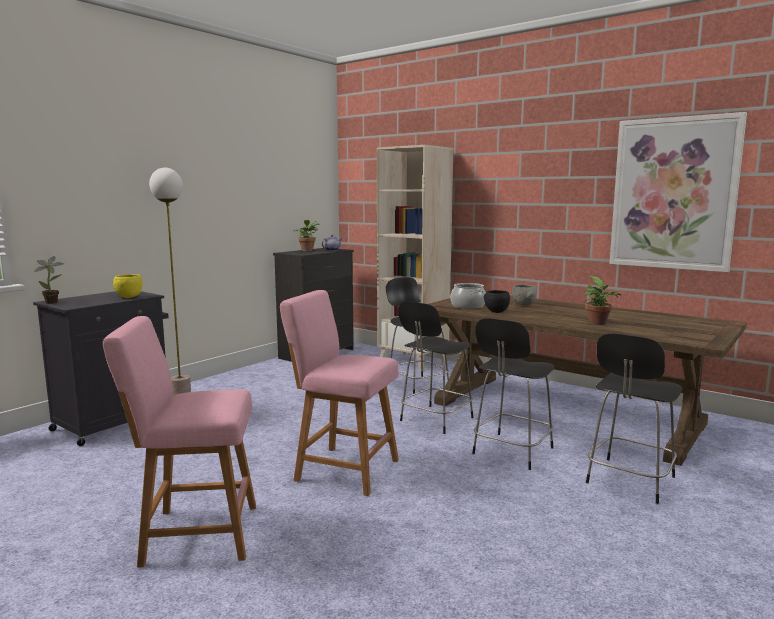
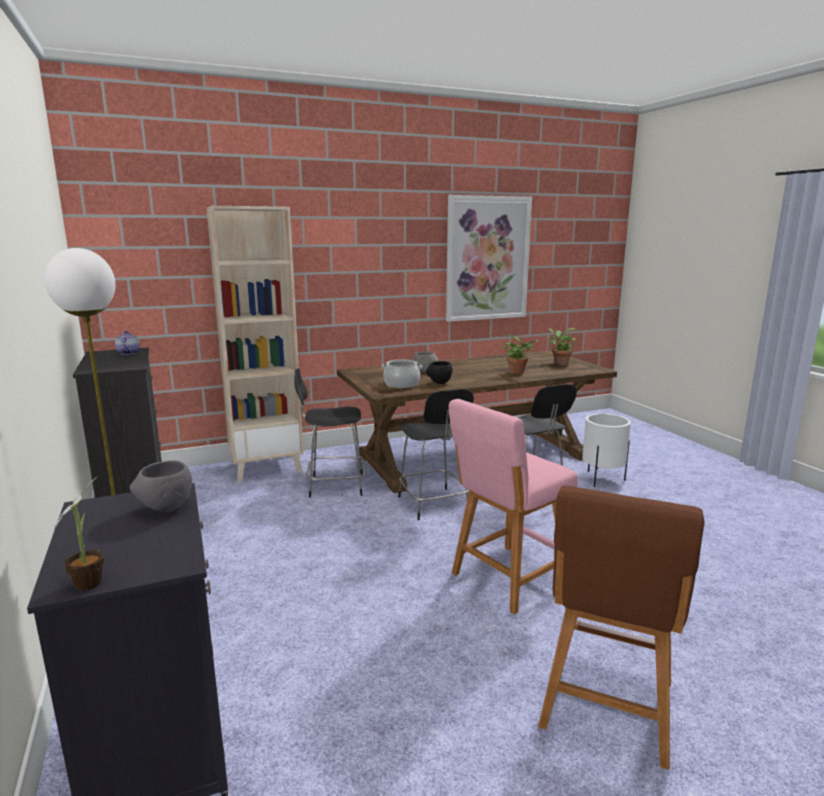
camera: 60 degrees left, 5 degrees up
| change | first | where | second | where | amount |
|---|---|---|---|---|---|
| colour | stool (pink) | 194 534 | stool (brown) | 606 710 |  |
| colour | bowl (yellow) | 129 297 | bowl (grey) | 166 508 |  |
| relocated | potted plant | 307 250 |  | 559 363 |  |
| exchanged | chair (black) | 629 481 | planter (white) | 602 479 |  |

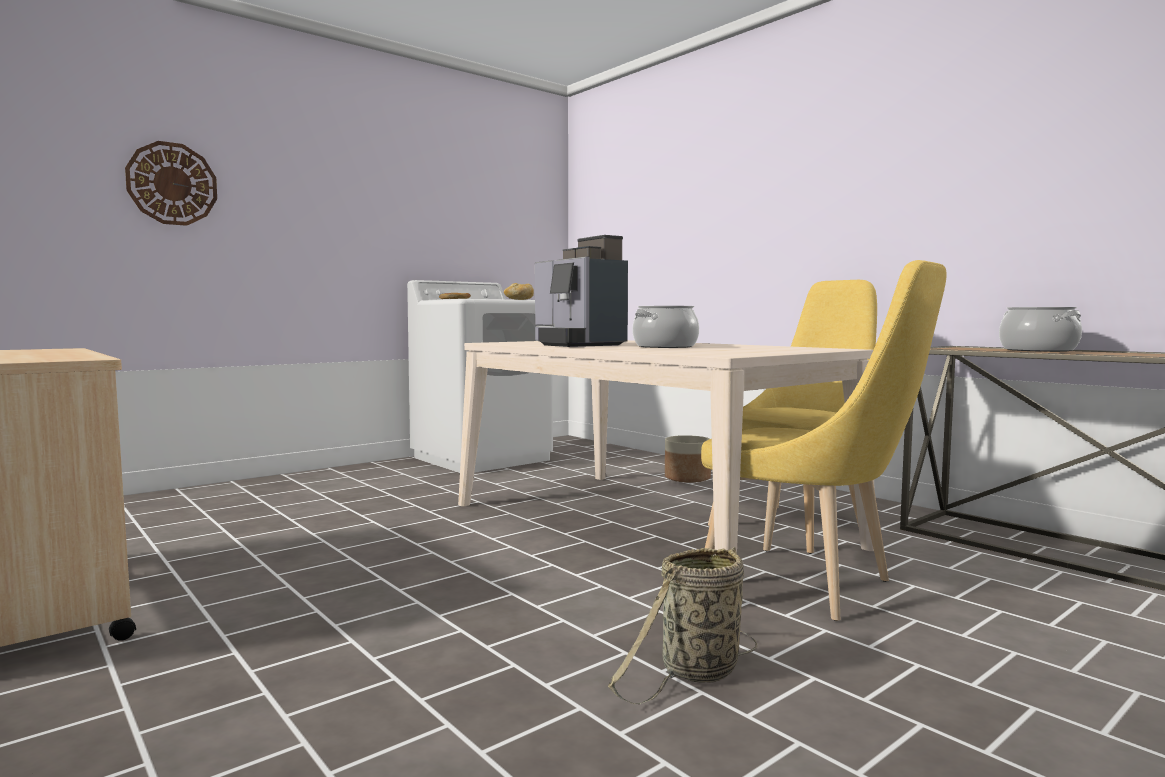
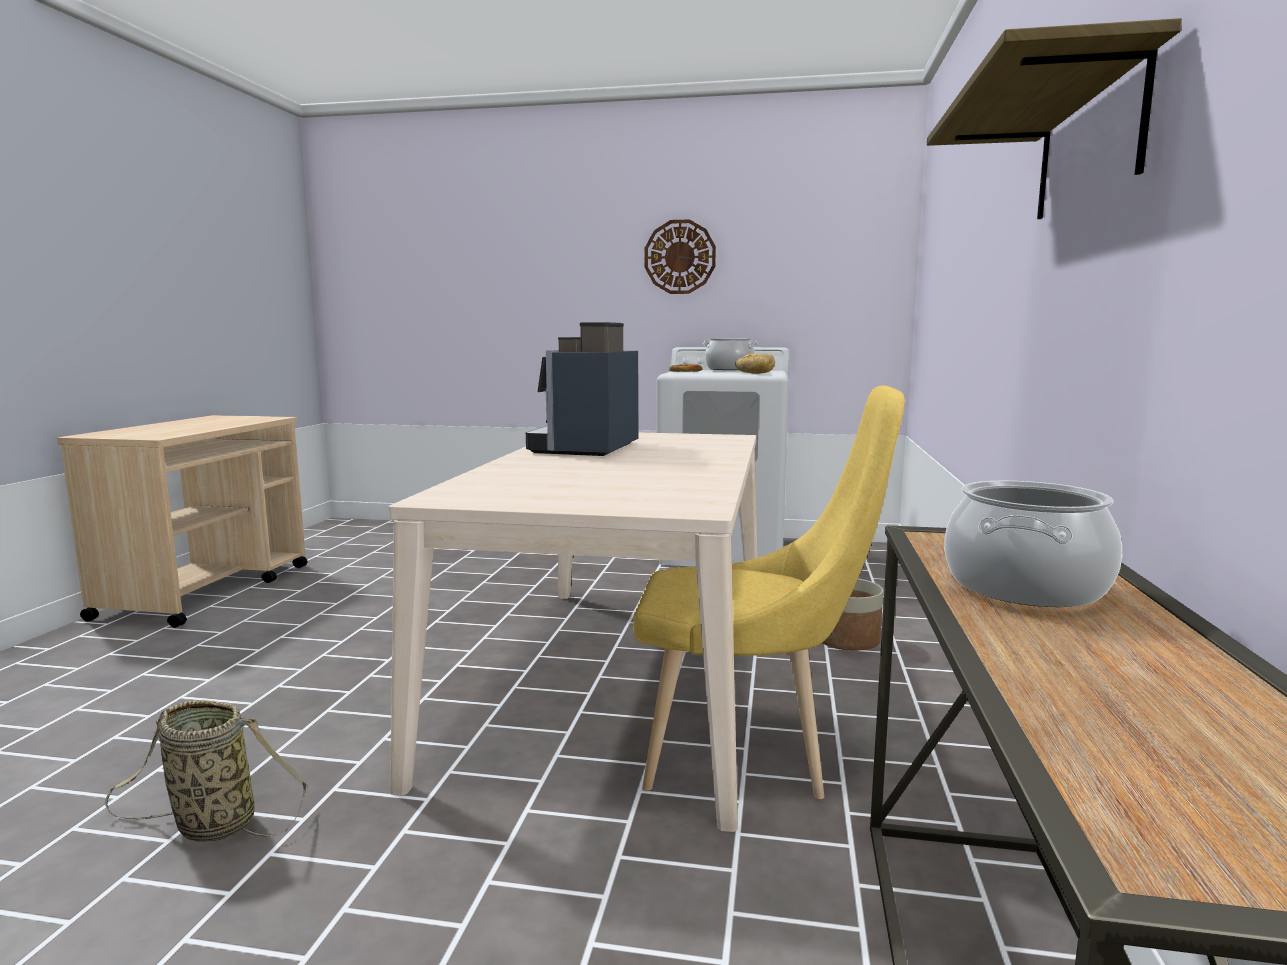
camera: 50 degrees right, 5 degrees up
| change | first | where | second | where | amount |
|---|---|---|---|---|---|
| relocated | wall clock | 172 184 |  | 680 257 |  |
| relocated | cooking pot | 665 346 |  | 729 369 |  |
| missing | chair (yellow) | 808 586 |  |  |  |
| appeared |  |  | shelf | 1088 144 |  |

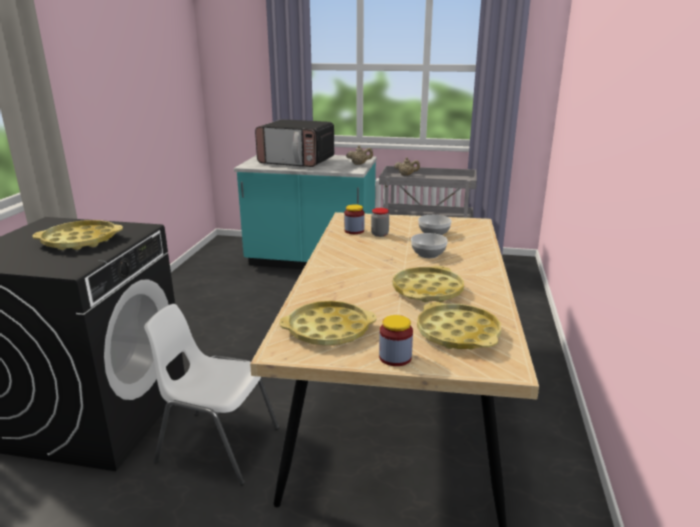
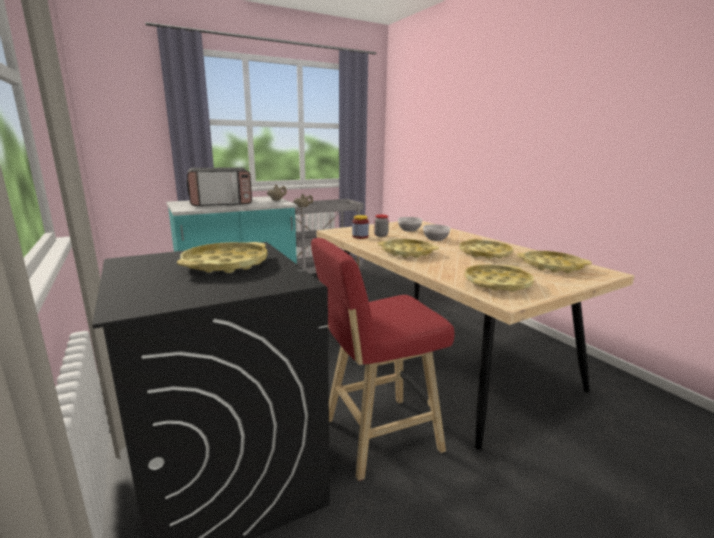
camera: 40 degrees left, 5 degrees down
| change | first | where | second | where | amount |
|---|---|---|---|---|---|
| exchanged | chair (white) | 217 445 | stool (red) | 376 436 |  |
| missing | jar | 395 357 |  |  |  |
| appeared |  |  | tray (yellow) | 407 252 |  |

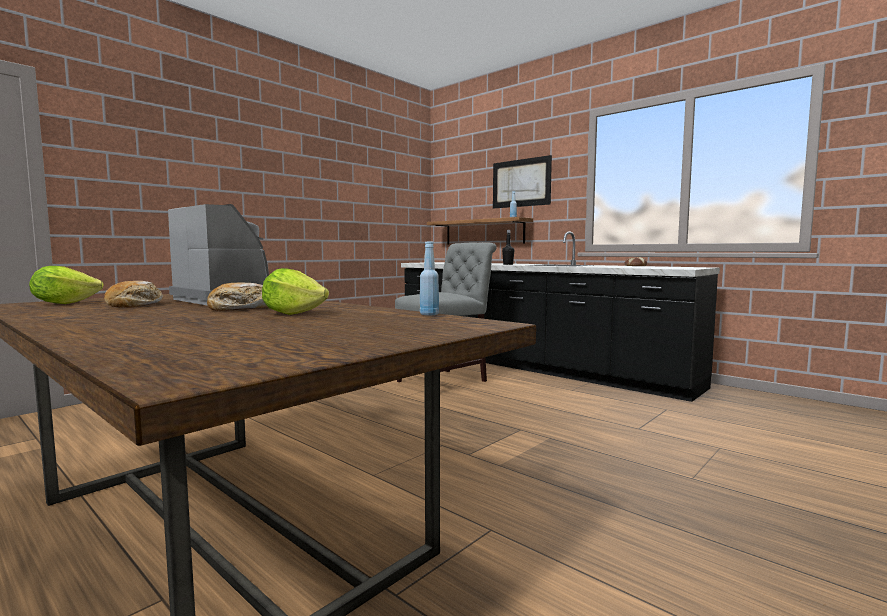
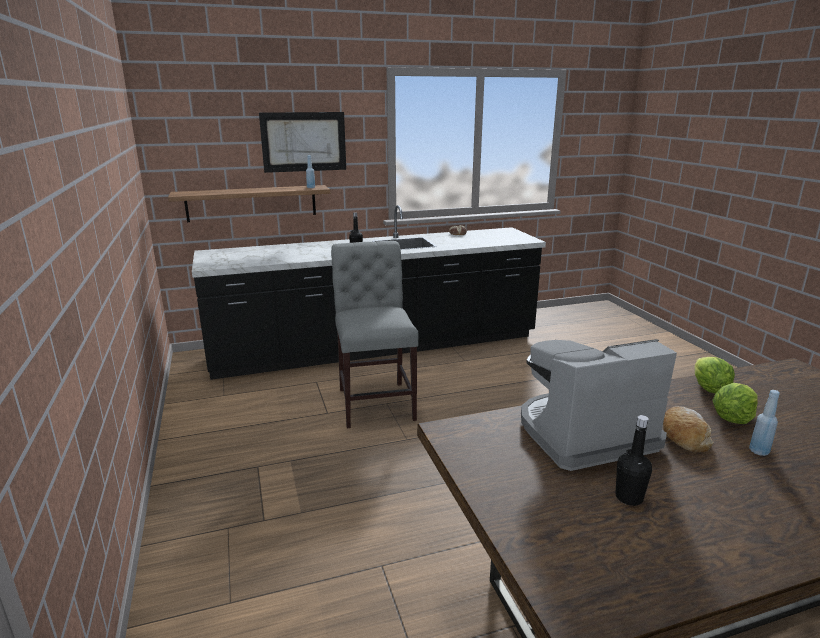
camera: 60 degrees left, 15 degrees up
| change | first | where | second | where | amount |
|---|---|---|---|---|---|
| relocated | lettuce | 64 303 |  | 708 389 |  |
| exchanged | bread | 136 305 | bottle (black) | 629 497 |  |
| relocated | bottle (blue) | 429 314 |  | 758 451 |  |

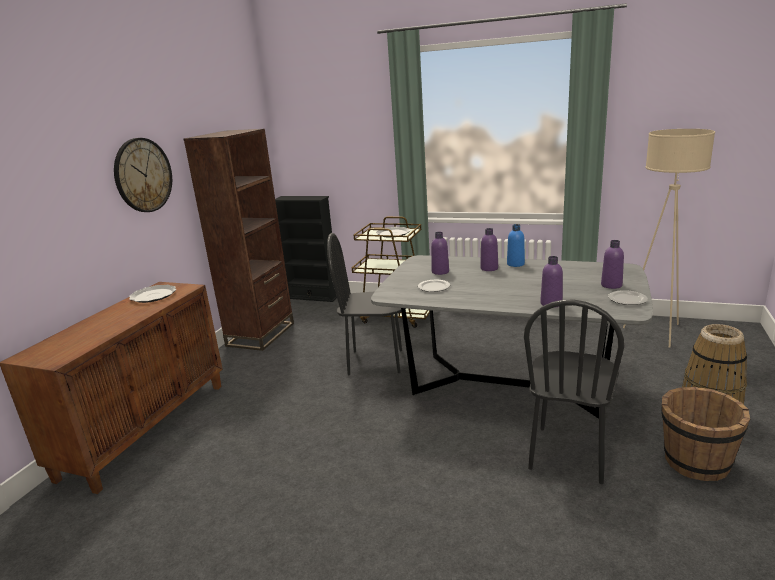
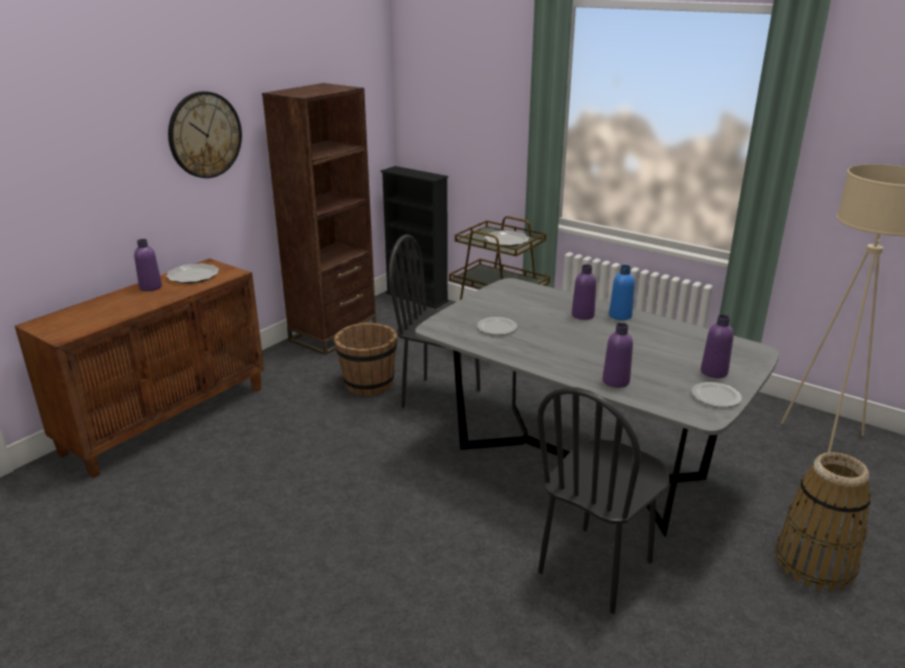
camera: 15 degrees right, 5 degrees up
| change | first | where | second | where | amount |
|---|---|---|---|---|---|
| relocated | bottle (purple) | 440 272 |  | 150 287 |  |
| relocated | bucket (brown) | 695 462 |  | 368 384 |  |

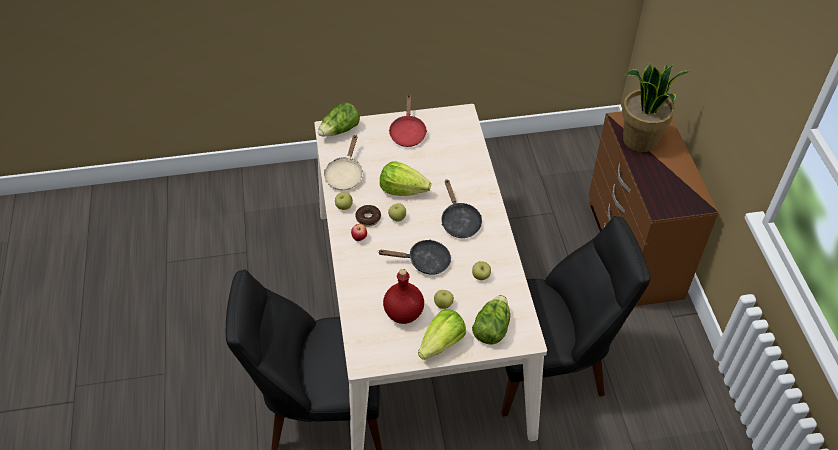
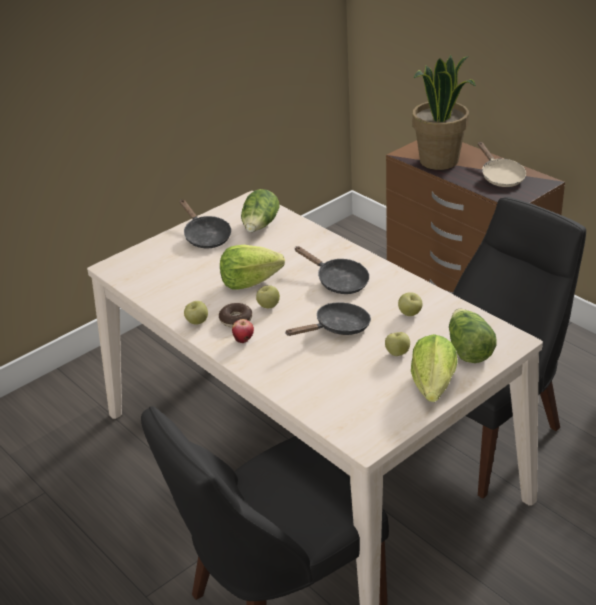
camera: 30 degrees left, 15 degrees down
| change | first | where | second | where | amount |
|---|---|---|---|---|---|
| relocated | lettuce | 340 130 |  | 260 226 |  |
| relocated | frying pan (beige) | 345 175 |  | 500 177 |  |
| missing | bottle (red) | 403 313 |  |  |  |
| colour | frying pan (red) | 407 132 | frying pan (black) | 205 236 |  |

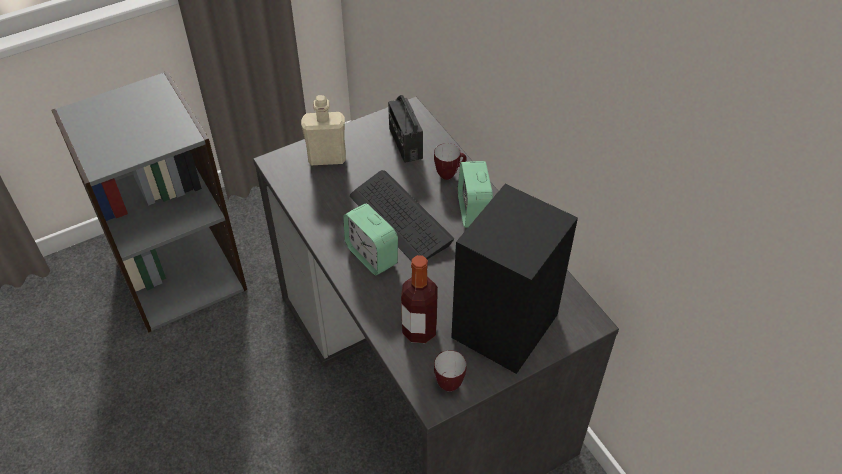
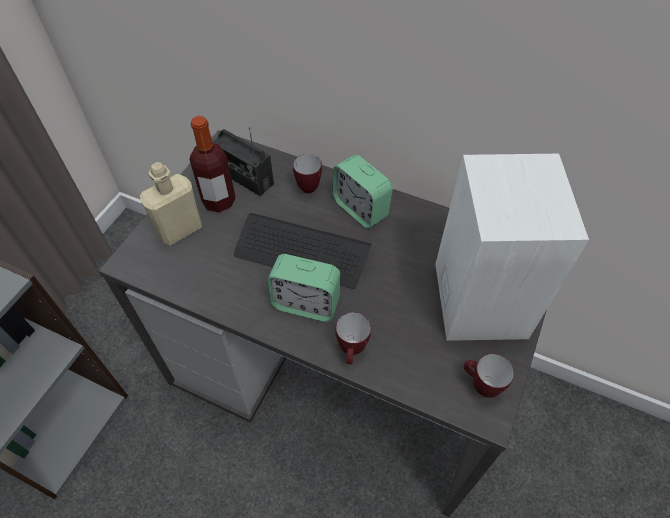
camera: 35 degrees left, 5 degrees up
| change | first | where | second | where | amount |
|---|---|---|---|---|---|
| relocated | bottle | 419 330 |  | 219 201 |  |
| colour | speaker (black) | 506 324 | speaker (white) | 479 297 |  |
| appeared |  |  | mug | 352 352 |  |

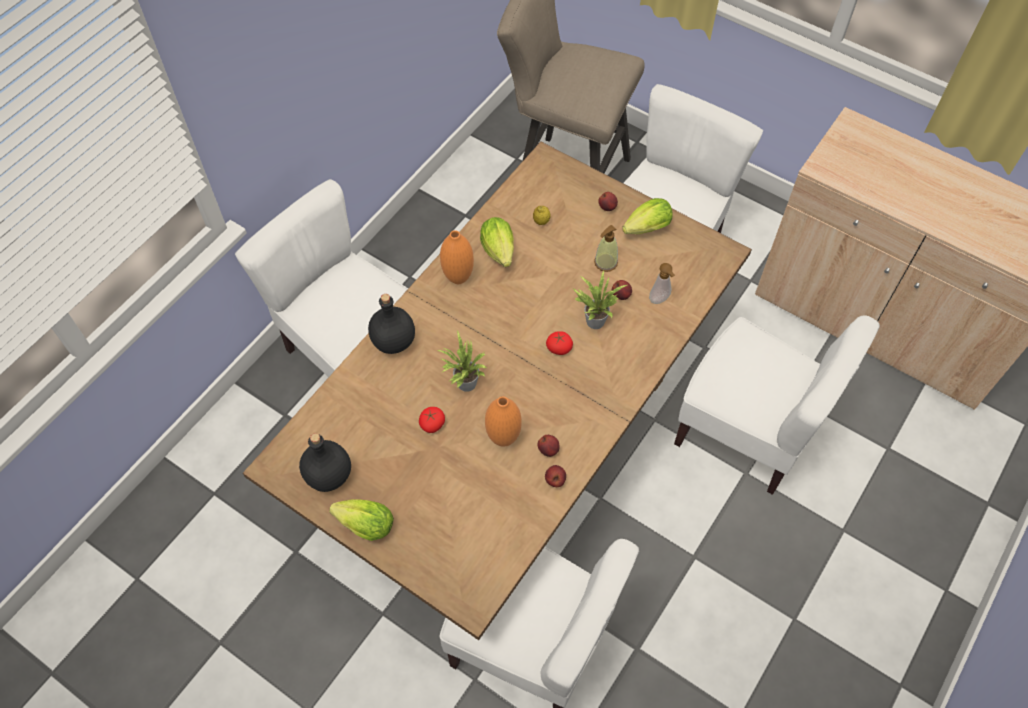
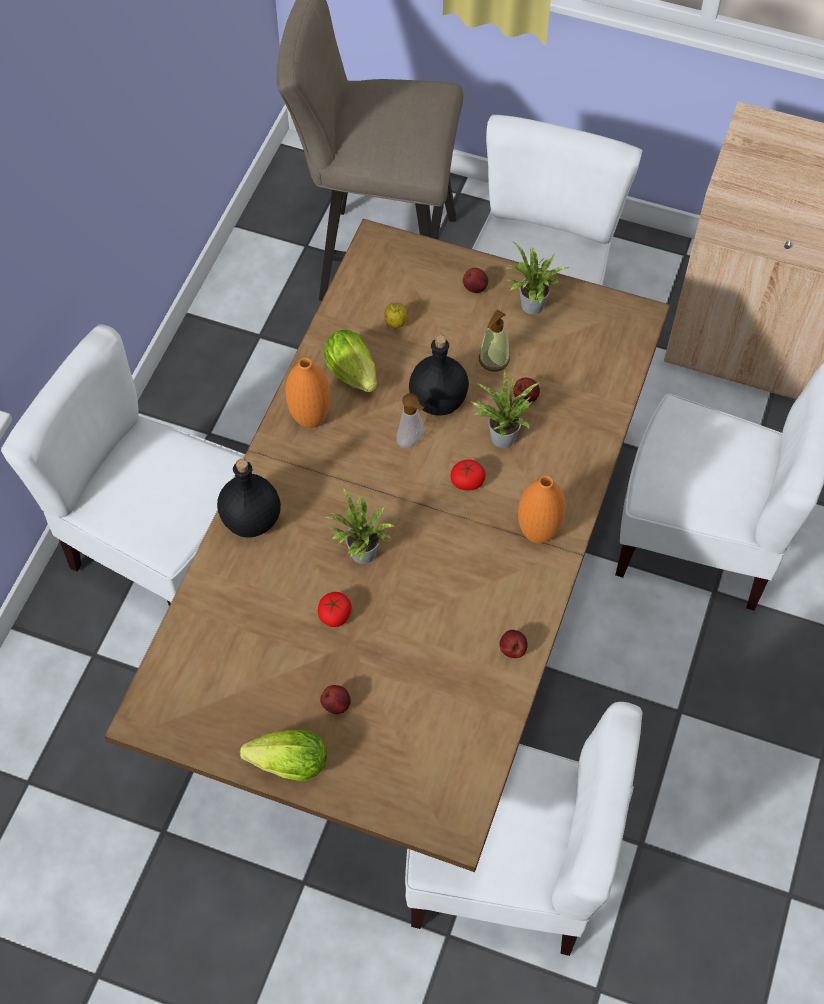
camera: 15 degrees left, 0 degrees up
| change | first | where | second | where | amount |
|---|---|---|---|---|---|
| relocated | bottle (black) | 330 475 |  | 439 400 |  |
| relocated | vase (orange) | 503 438 |  | 538 534 |  |
| relocated | apple | 548 450 |  | 336 705 |  |
| exchanged | lettuce | 644 229 | potted plant | 530 307 |  |
| relocated | soap dispenser | 660 300 |  | 412 442 |  |

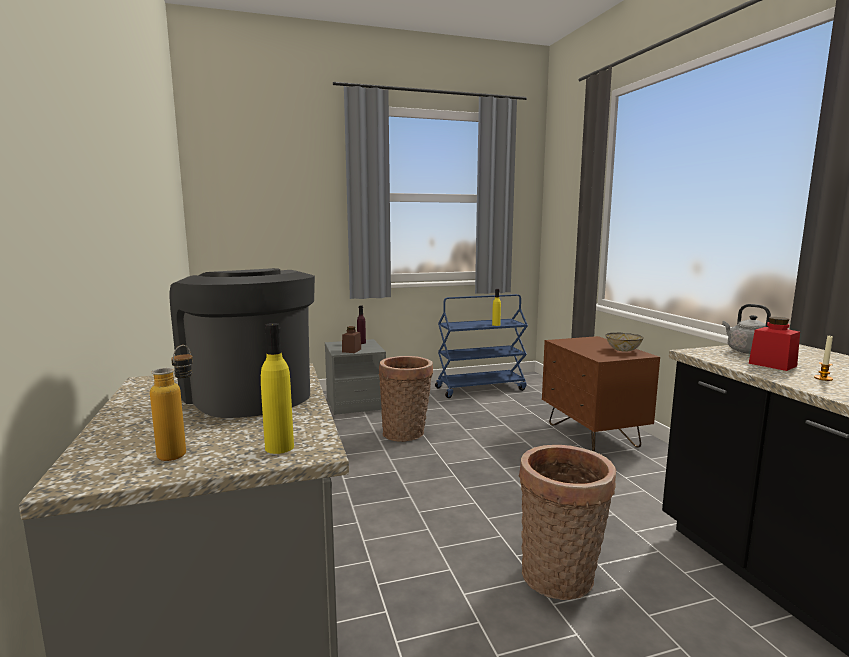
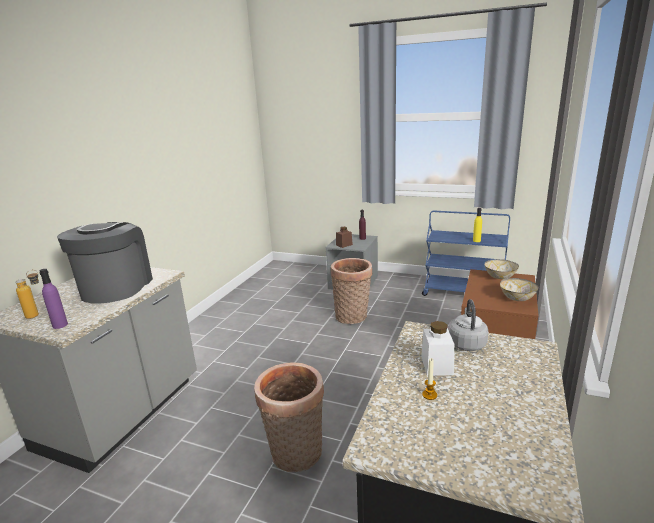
camera: 40 degrees right, 10 degrees up
| change | first | where | second | where | amount |
|---|---|---|---|---|---|
| colour | bottle (yellow) | 279 447 | bottle (purple) | 60 325 |  |
| colour | jar (red) | 772 364 | jar (white) | 437 365 |  |
| appeared |  |  | bowl | 499 277 |  |

